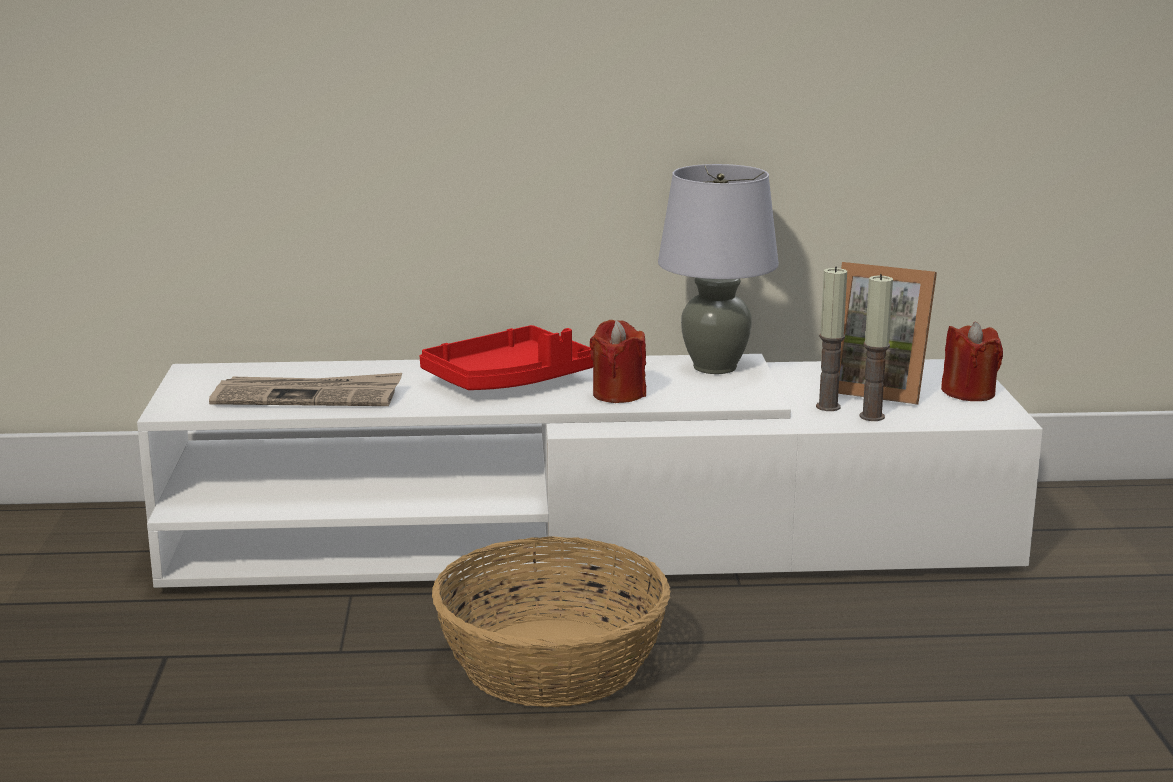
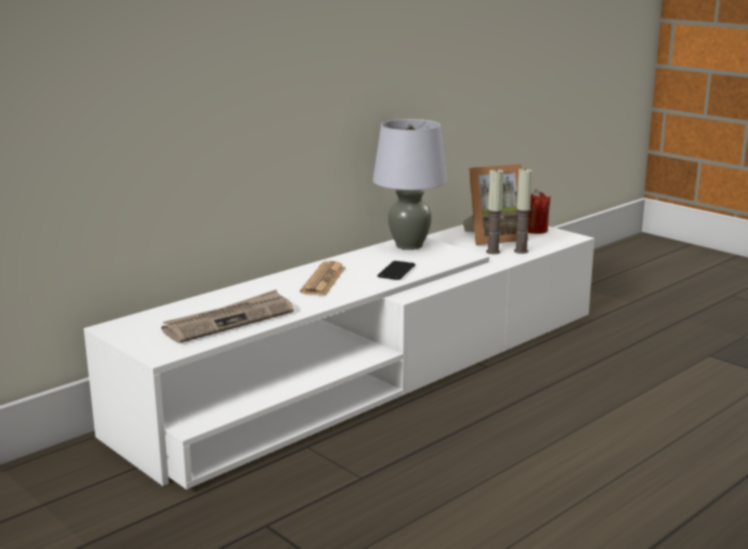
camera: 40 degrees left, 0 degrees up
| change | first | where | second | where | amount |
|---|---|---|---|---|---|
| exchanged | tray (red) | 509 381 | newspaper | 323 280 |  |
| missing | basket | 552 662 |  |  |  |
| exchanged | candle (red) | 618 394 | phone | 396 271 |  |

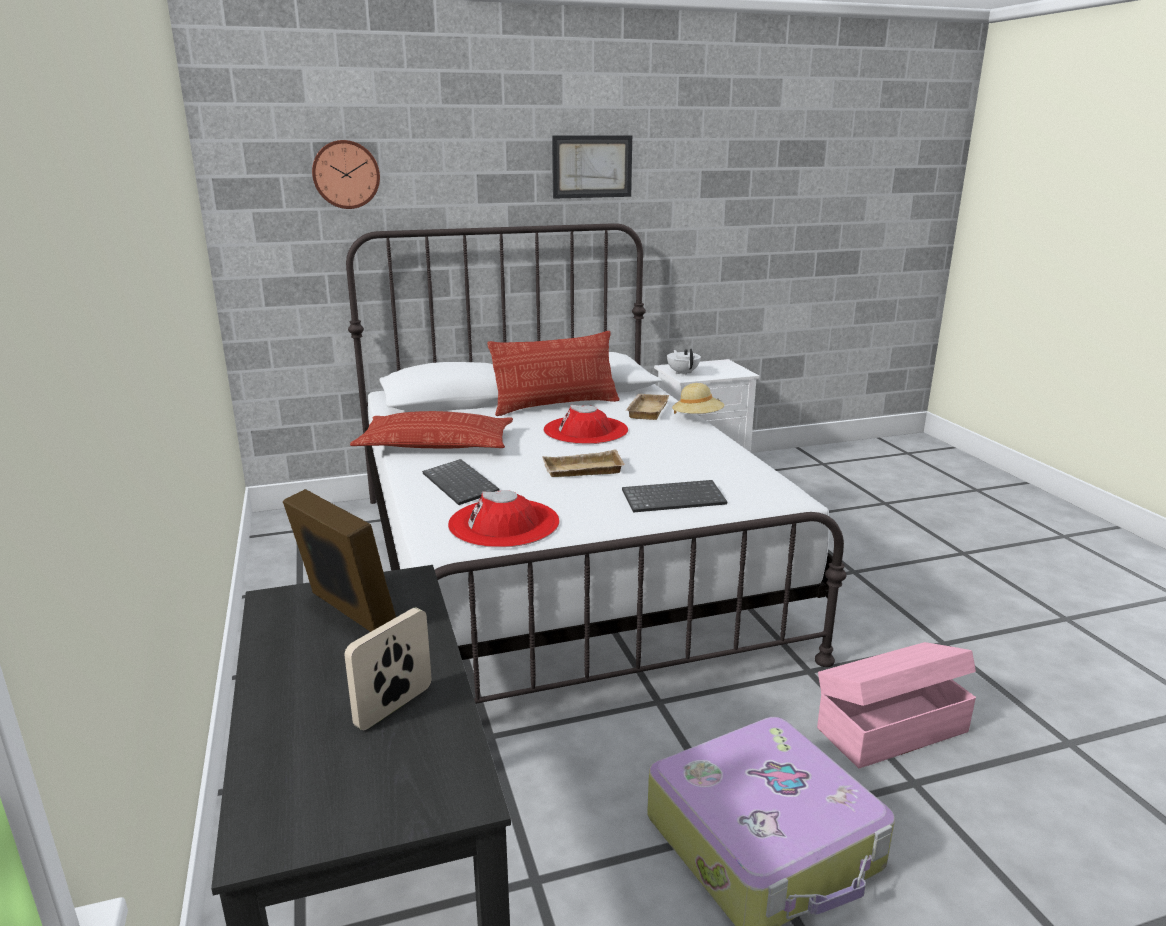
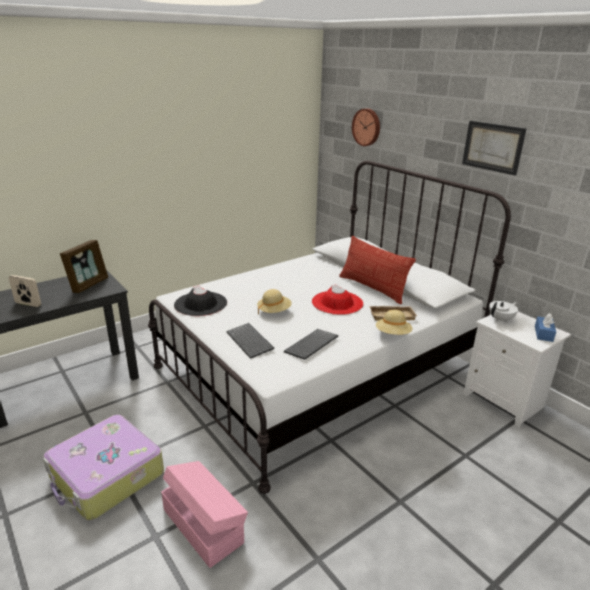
camera: 70 degrees right, 5 degrees up
| change | first | where | second | where | amount |
|---|---|---|---|---|---|
| missing | pillow | 436 443 |  |  |  |
| relocated | keyboard | 462 484 |  | 311 346 |  |
| colour | hat (red) | 504 523 | hat (black) | 200 304 |  |
| exchanged | tray (beige) | 582 471 | hat (beige) | 274 311 |  |
| appeared |  |  | tissue box (blue) | 543 334 |  |

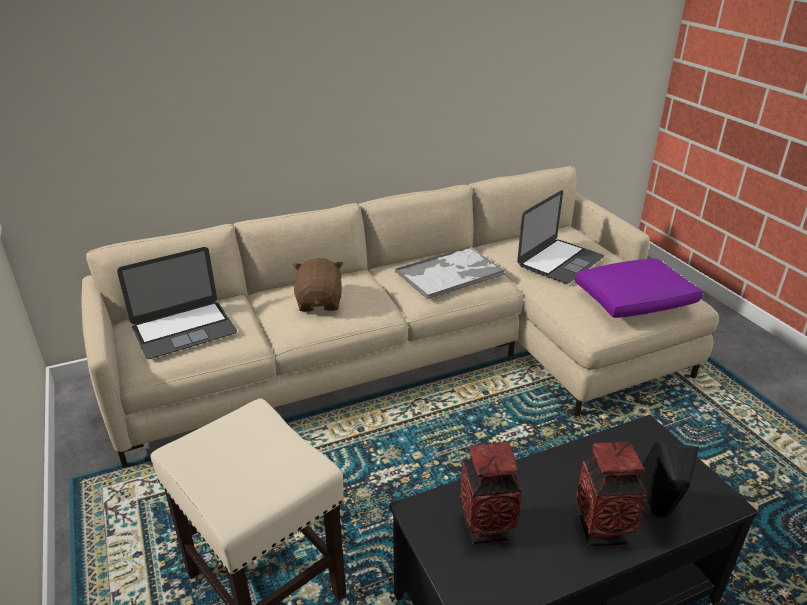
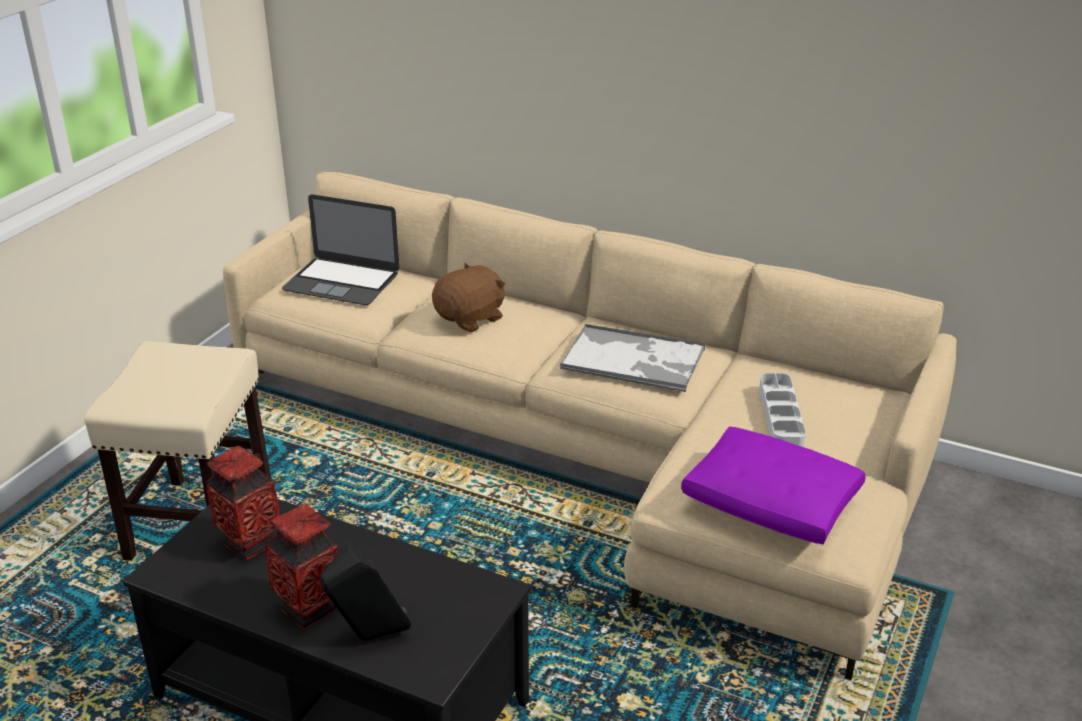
camera: 50 degrees right, 0 degrees up
| change | first | where | second | where | amount |
|---|---|---|---|---|---|
| exchanged | laptop | 560 261 | tray (grey) | 780 416 |  |

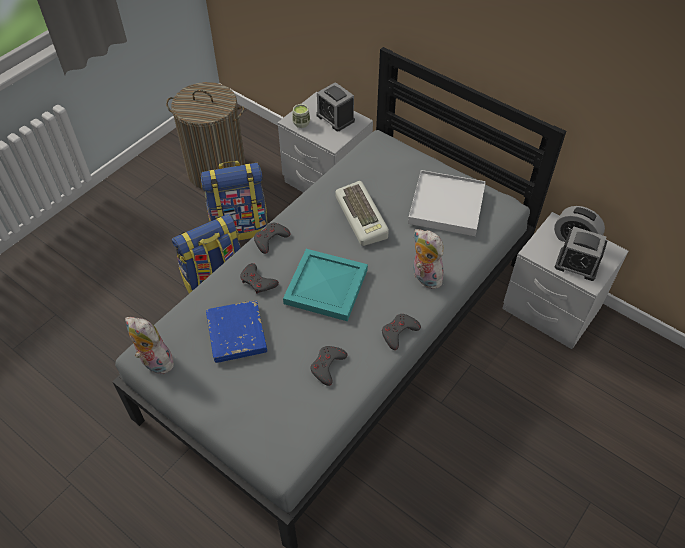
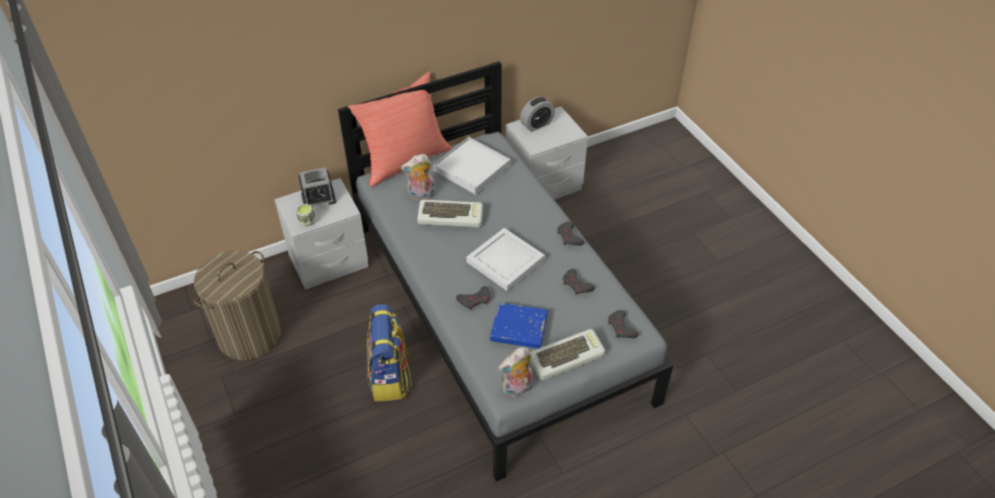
camera: 65 degrees left, 5 degrees down
| change | first | where | second | where | amount |
|---|---|---|---|---|---|
| missing | backpack | 240 226 |  |  |  |
| relocated | game controller (grey) | 270 239 |  | 621 327 |  |
| colour | tray (turquoise) | 327 286 | tray (white) | 505 260 |  |
| relocated | plush toy | 424 277 |  | 421 195 |  |
| missing | alarm clock | 577 264 |  |  |  |
| appeared |  |  | pillow (red) | 404 160 |  |
| appeared |  |  | keyboard | 566 356 |  |

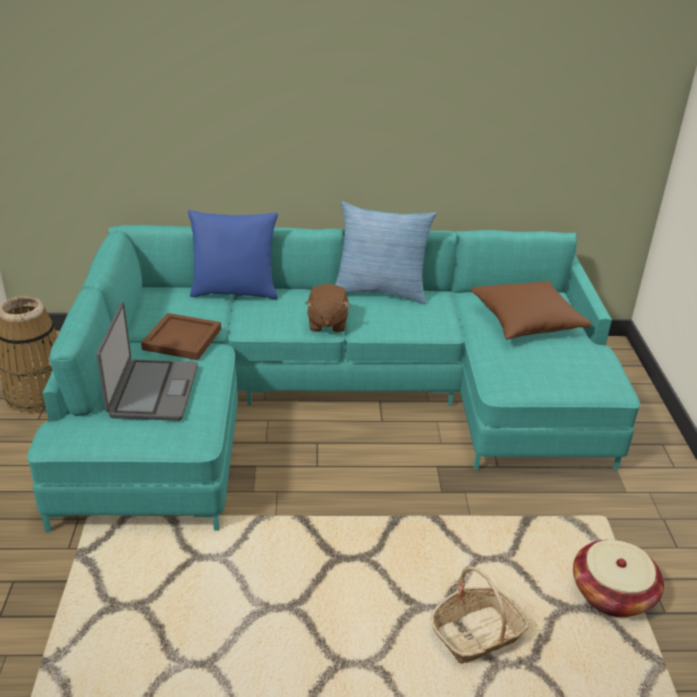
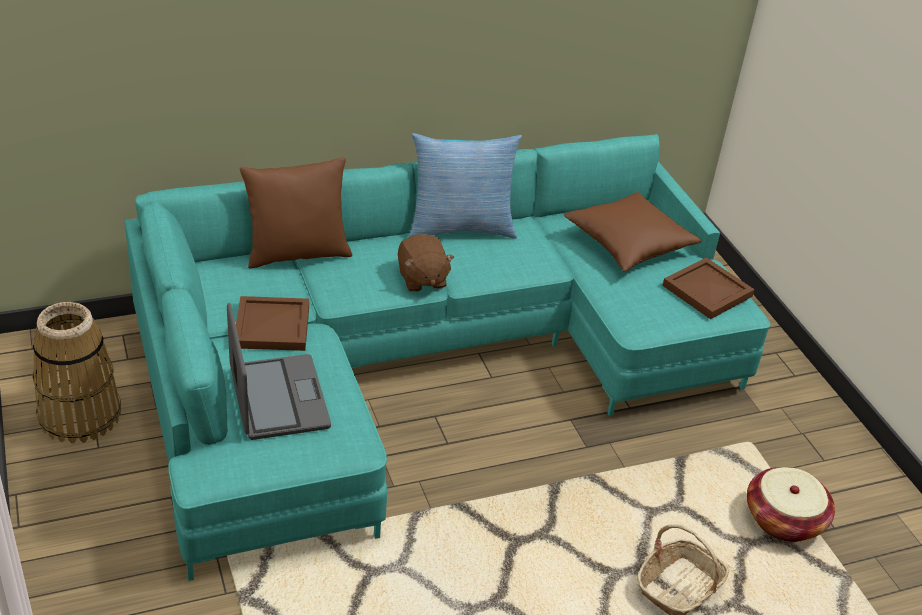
camera: 20 degrees left, 5 degrees up
| change | first | where | second | where | amount |
|---|---|---|---|---|---|
| colour | pillow (blue) | 235 292 | pillow (brown) | 297 254 |  |
| appeared |  |  | tray (brown) | 707 290 |  |

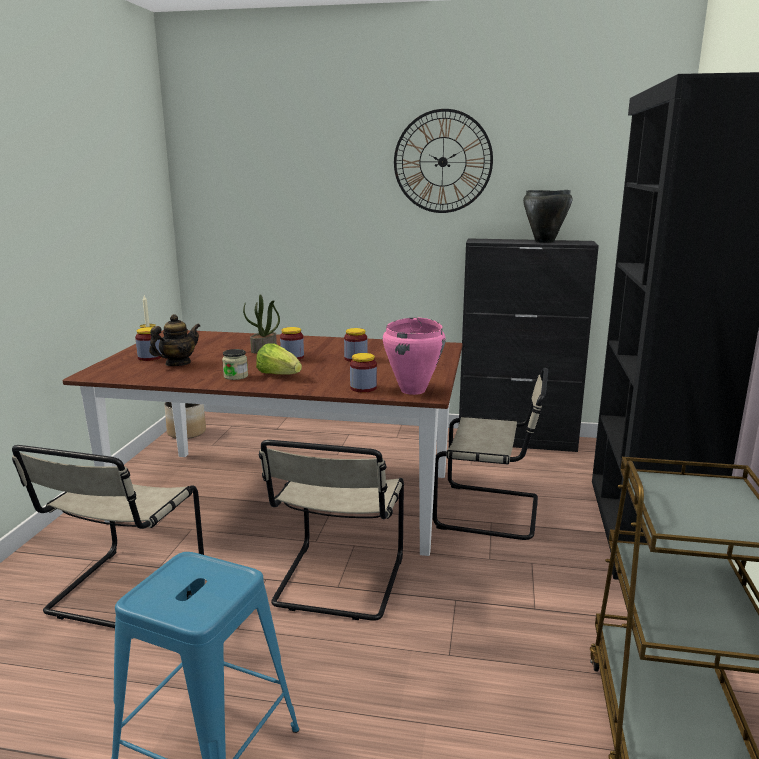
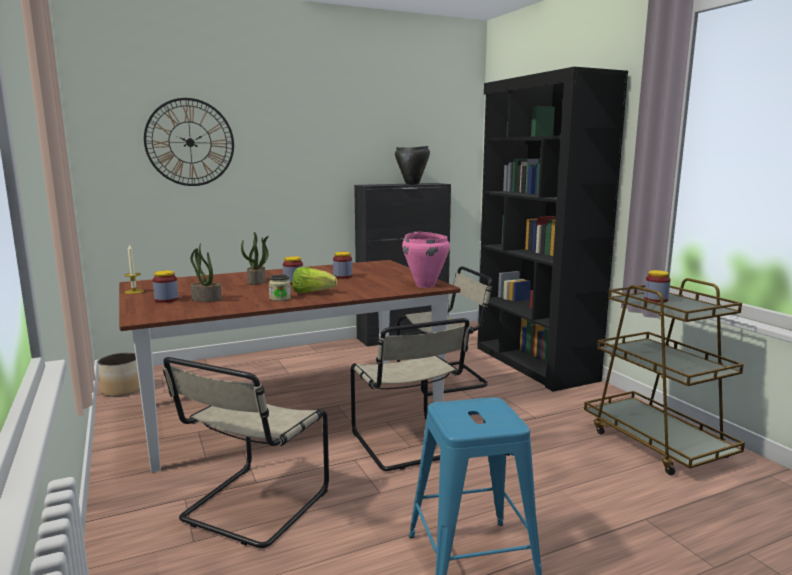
camera: 35 degrees left, 5 degrees down
| change | first | where | second | where | amount |
|---|---|---|---|---|---|
| spun | chair (beige) | 123 592 |  | 252 507 | 45 degrees clockwise |
| exchanged | teapot | 177 363 | potted plant | 206 299 |  |
| relocated | jar | 363 388 |  | 655 299 |  |
| relocated | wall clock | 442 162 |  | 190 142 |  |

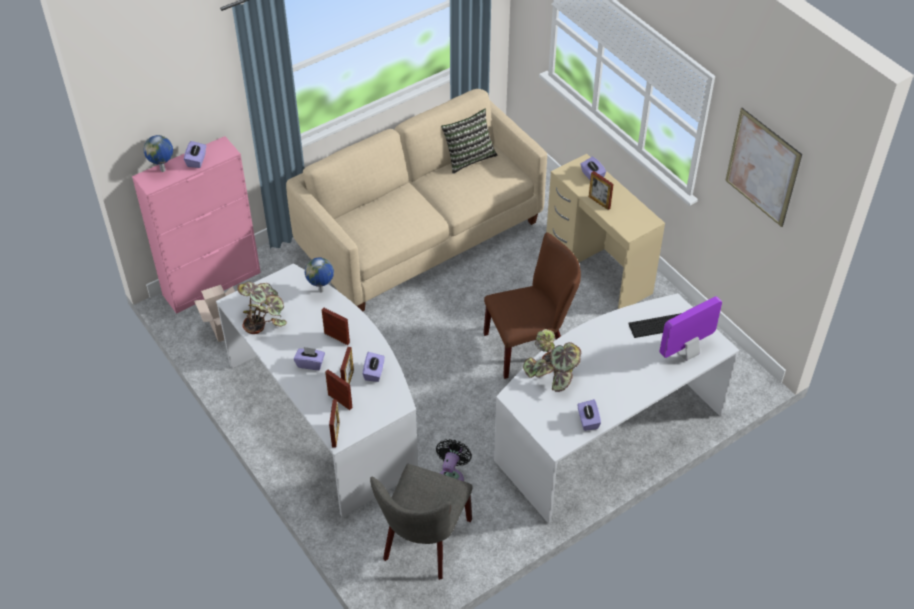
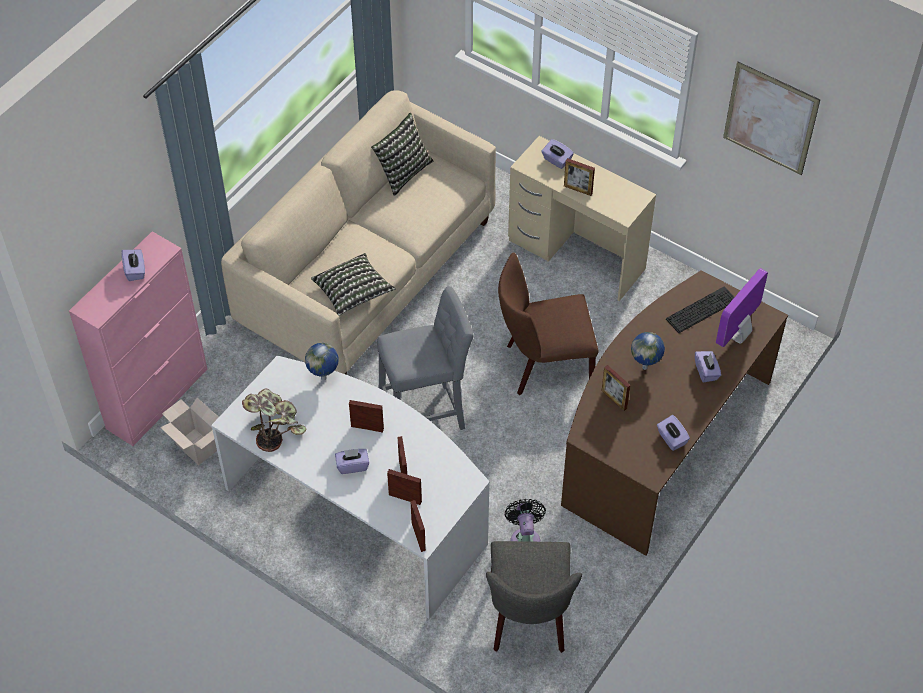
camera: 20 degrees left, 5 degrees up
| change | first | where | second | where | amount |
|---|---|---|---|---|---|
| relocated | globe | 163 170 |  | 645 367 |  |
| relocated | tissue box (purple) | 374 372 |  | 706 372 |  |
| spun | chair (brown) | 530 345 |  | 543 365 | 150 degrees counterclockwise |
| colour | desk (white) | 605 432 | desk (brown) | 661 438 |  |
| exchanged | potted plant | 553 375 | picture frame | 614 399 |  |
| appeared |  |  | pillow | 353 292 |  |
| appeared |  |  | stool (grey) | 426 415 |  |

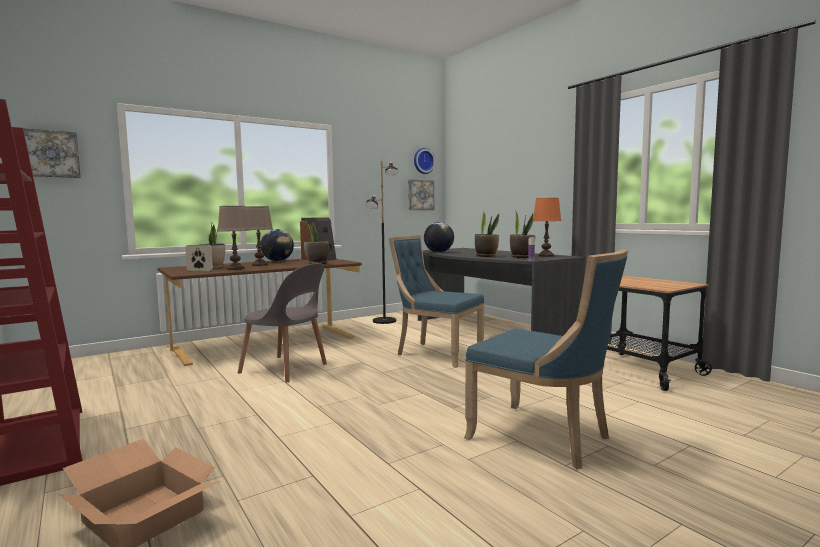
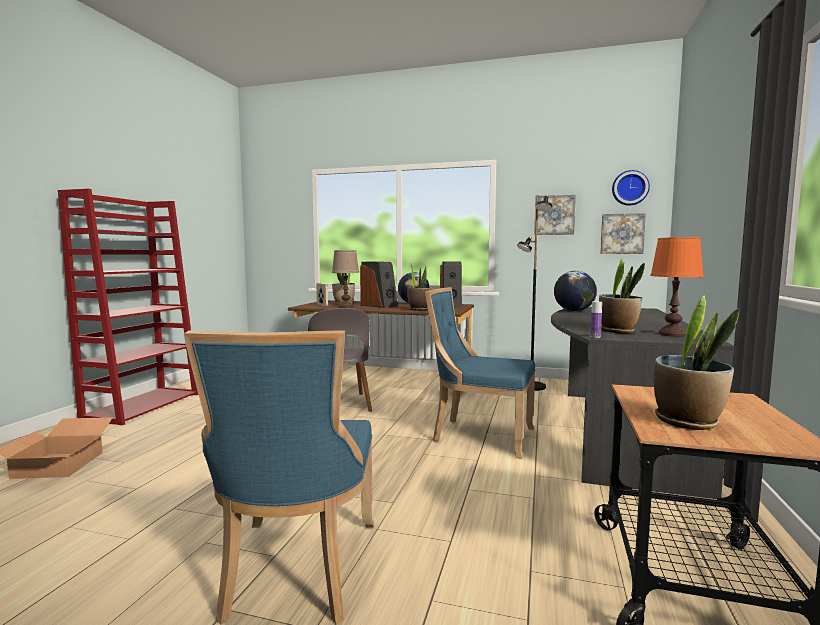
camera: 50 degrees right, 0 degrees up
| change | first | where | second | where | amount |
|---|---|---|---|---|---|
| relocated | picture | 51 154 |  | 554 215 |  |
| exchanged | table lamp (brown) | 259 265 | speaker | 379 305 |  |
| spun | chair (blue) | 436 353 |  | 479 436 | 60 degrees counterclockwise |
| relocated | potted plant | 486 256 |  | 688 421 |  |

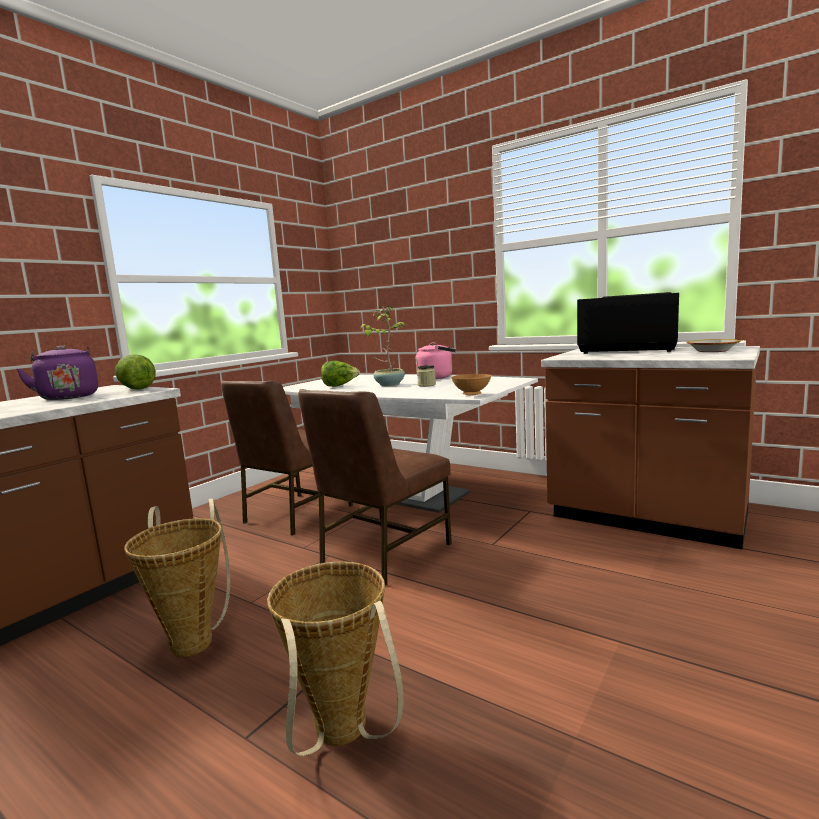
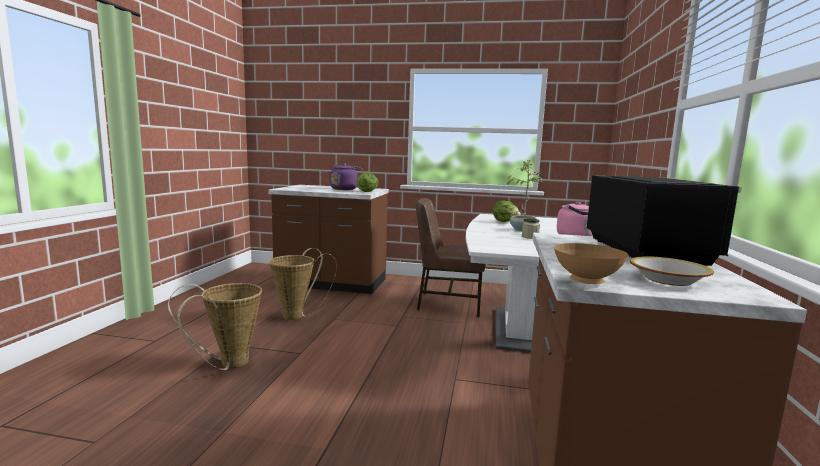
camera: 65 degrees right, 0 degrees up
| change | first | where | second | where | amount |
|---|---|---|---|---|---|
| missing | chair (brown) | 383 553 |  |  |  |
| relocated | bowl (brown) | 472 395 |  | 585 282 |  |

